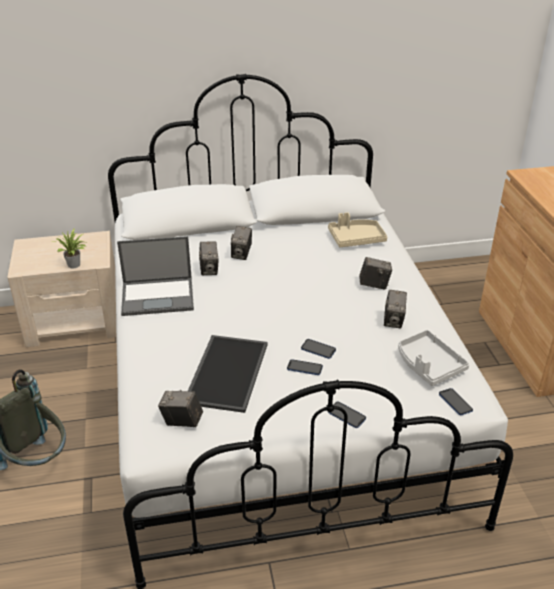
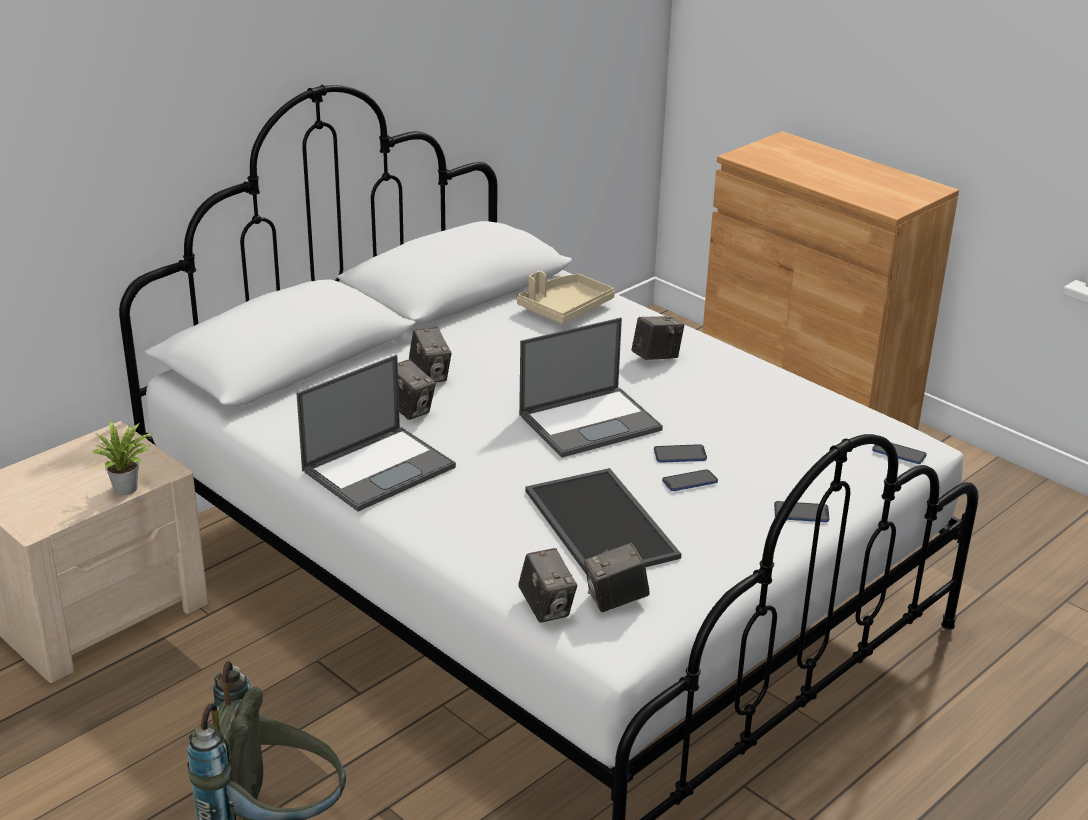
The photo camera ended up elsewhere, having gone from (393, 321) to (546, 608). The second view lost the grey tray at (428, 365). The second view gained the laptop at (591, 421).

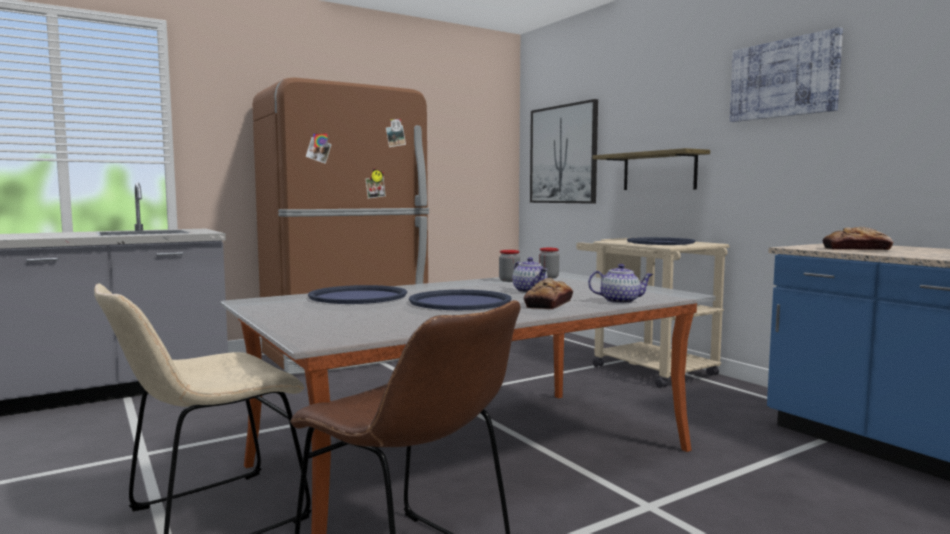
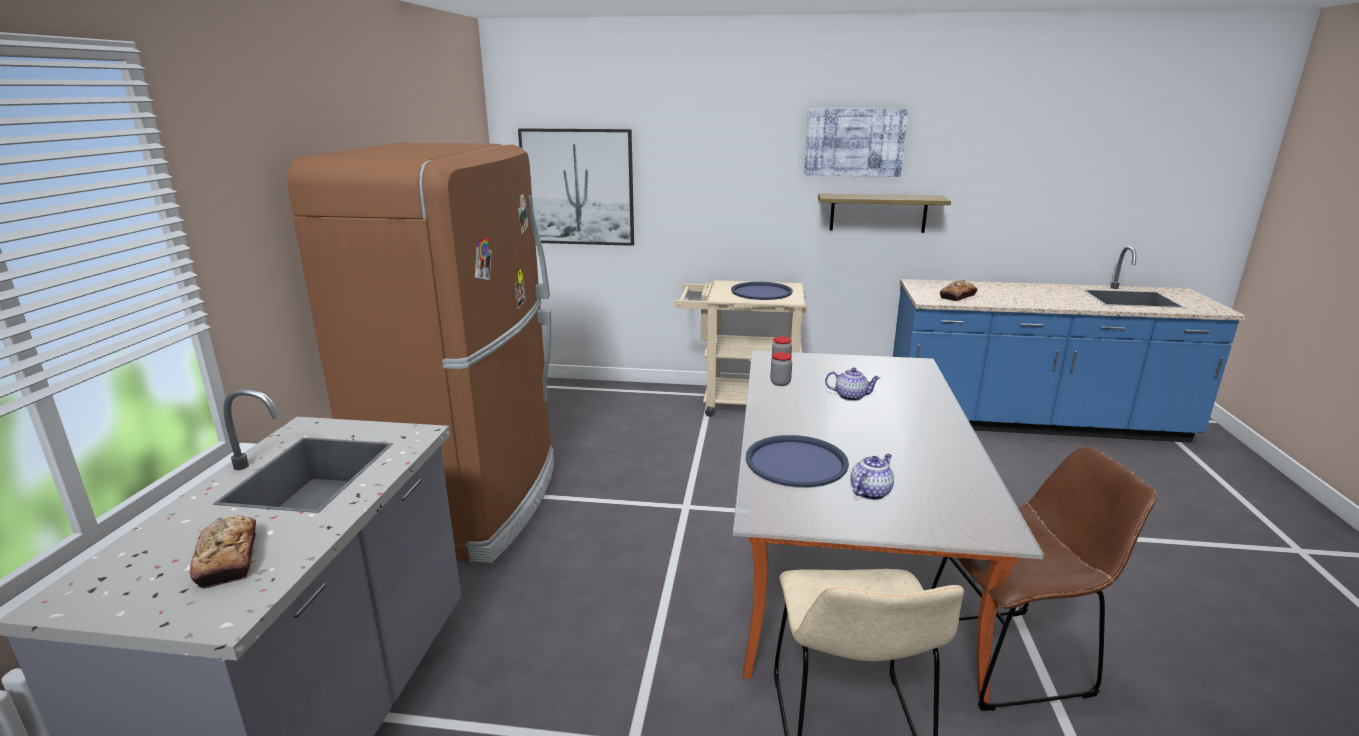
The second view lost the blue tray at (460, 302). The bread ended up elsewhere, having gone from (548, 304) to (228, 558). The teapot ended up elsewhere, having gone from (620, 301) to (870, 492). The shelf ended up elsewhere, having gone from (659, 171) to (878, 213).

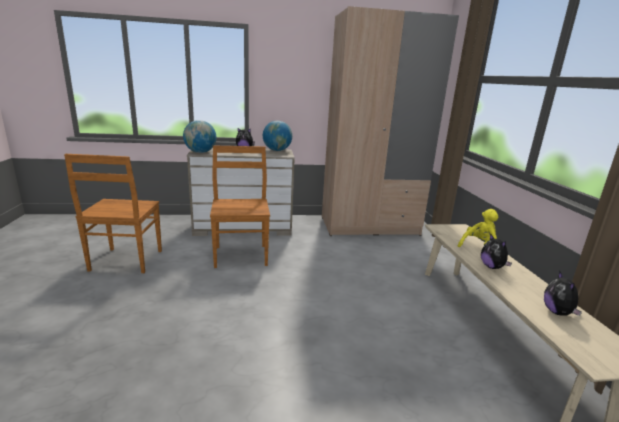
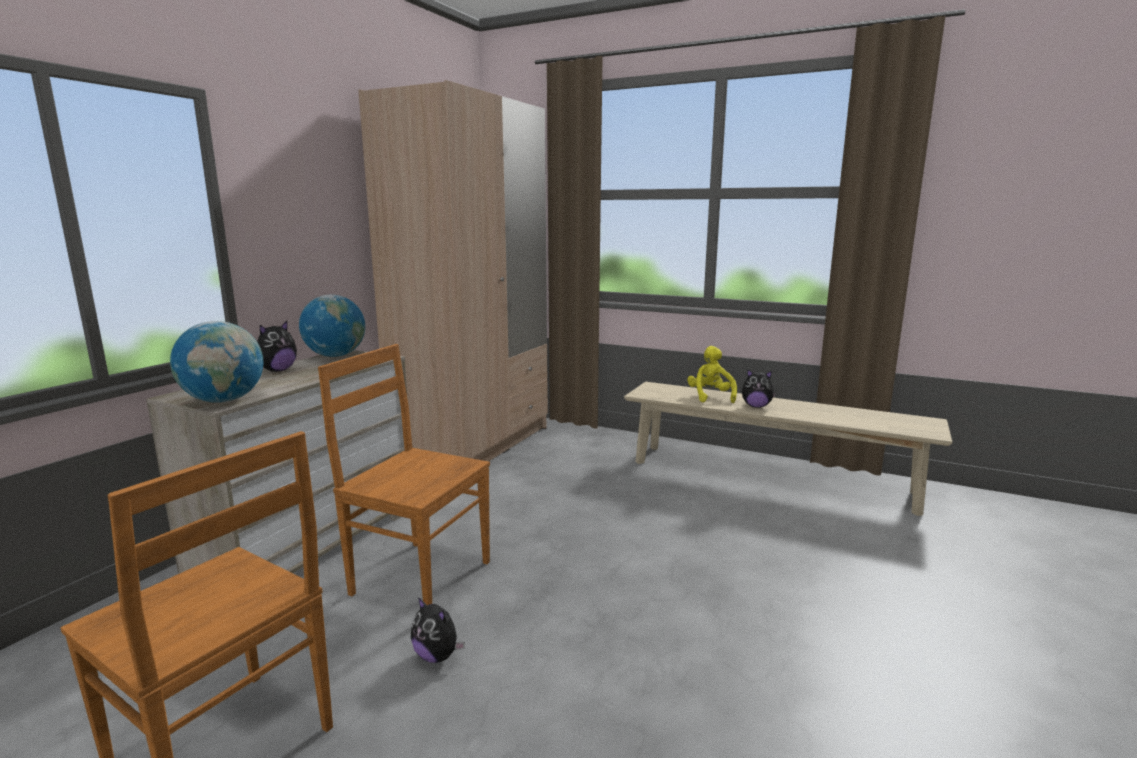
The plush toy ended up elsewhere, having gone from (558, 312) to (437, 656).

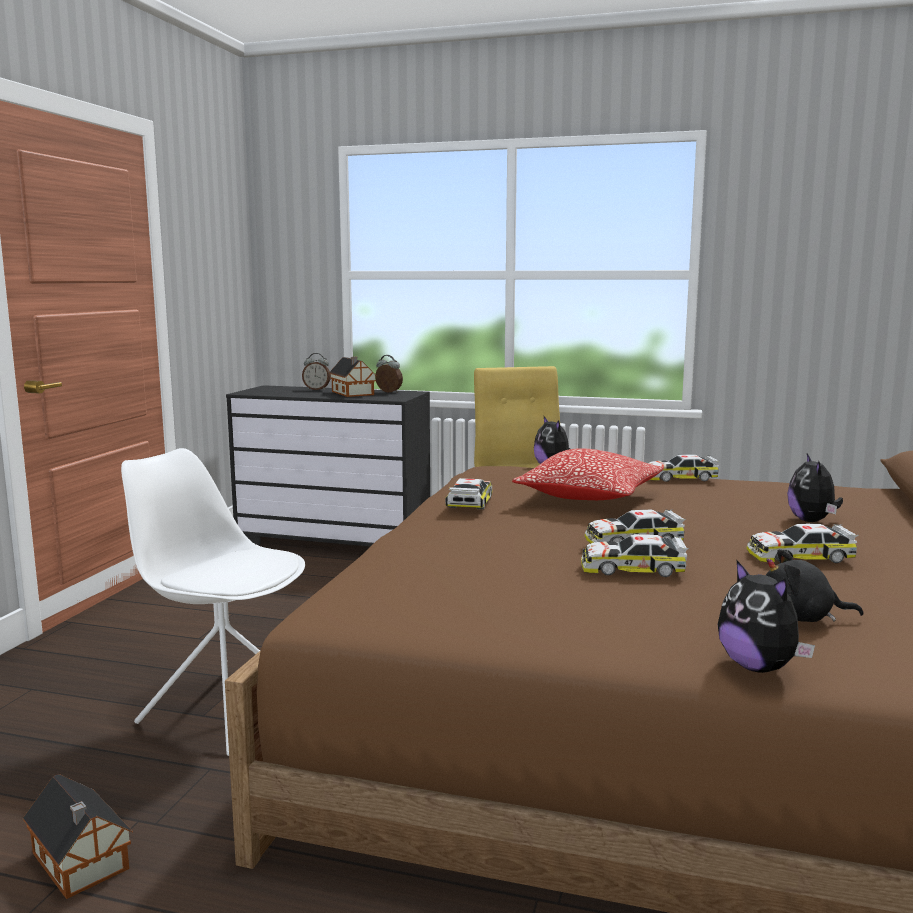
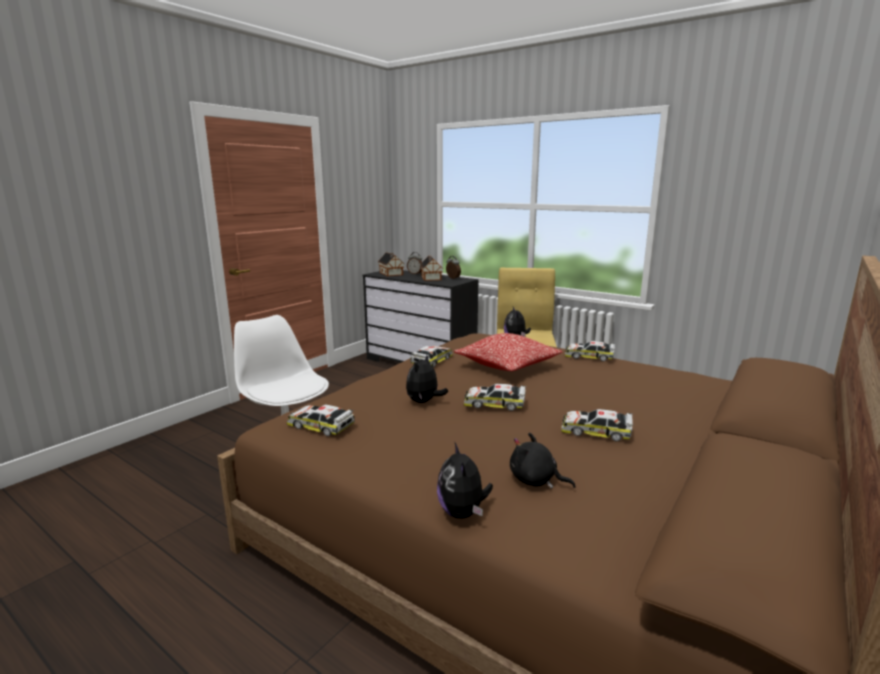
The toy house ended up elsewhere, having gone from (81, 863) to (391, 274). The toy car ended up elsewhere, having gone from (632, 568) to (320, 426). The plush toy ended up elsewhere, having gone from (812, 521) to (424, 402).

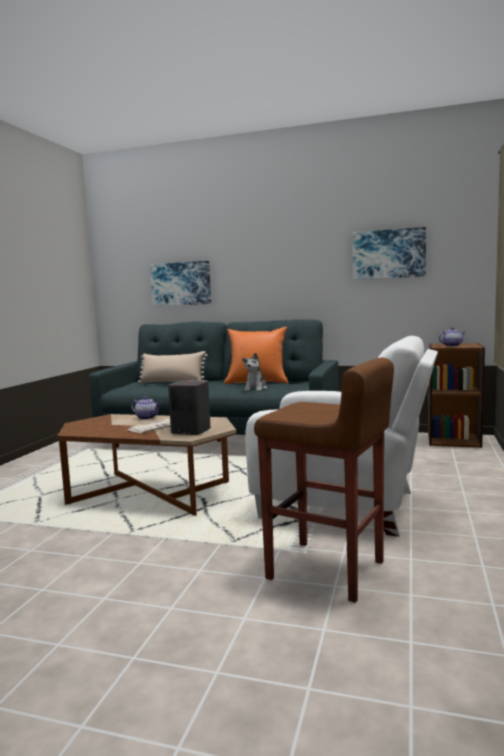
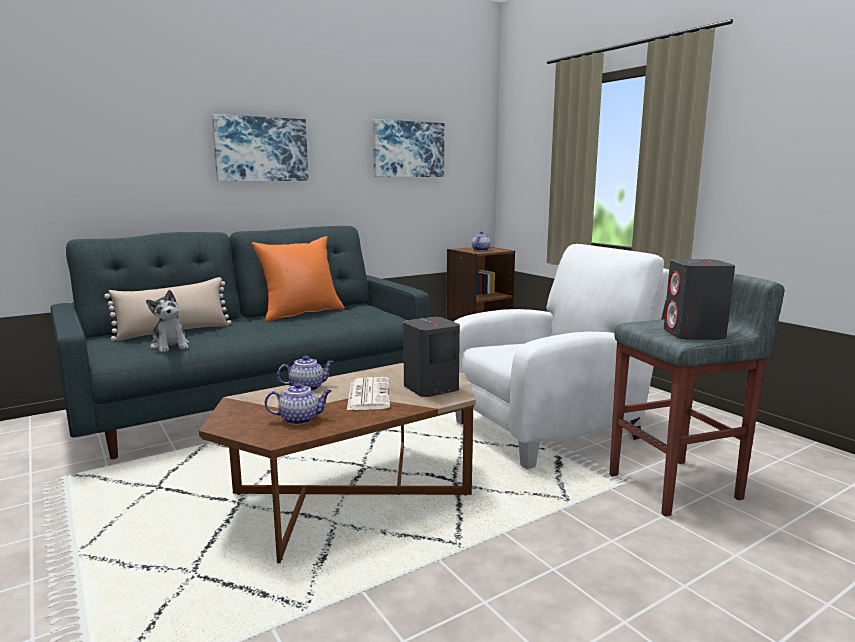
The picture ended up elsewhere, having gone from (181, 283) to (261, 149). The plush toy ended up elsewhere, having gone from (256, 389) to (170, 346). What was the brown stool at (327, 571) turned into the grey stool at (676, 487). The second view gained the teapot at (300, 419). The second view gained the grey speaker at (694, 334).

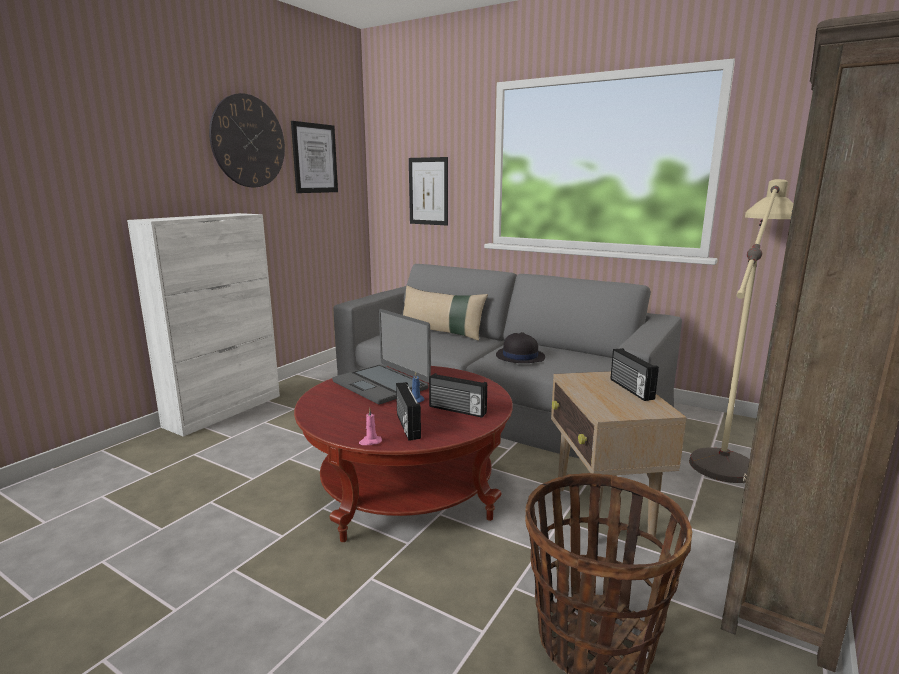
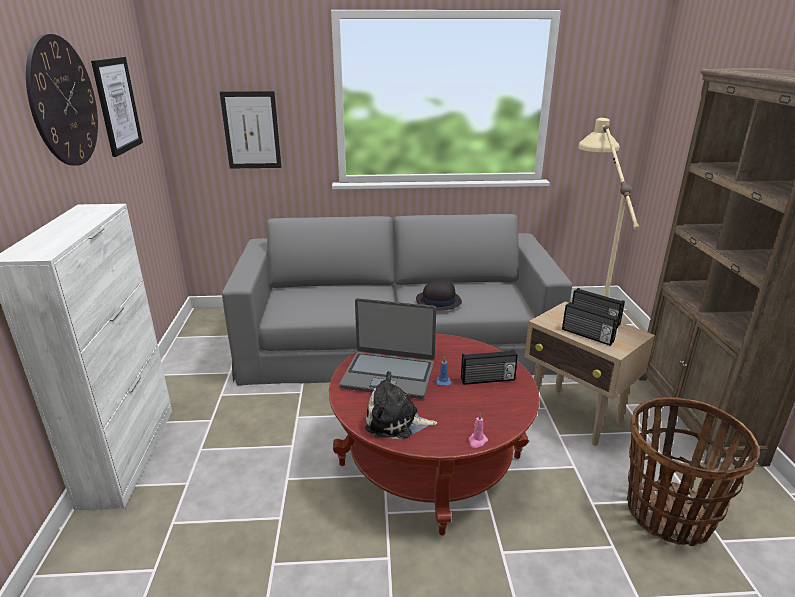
The radio ended up elsewhere, having gone from (407, 426) to (587, 336). The second view lost the beige pillow at (442, 332). The second view gained the plush toy at (396, 422).

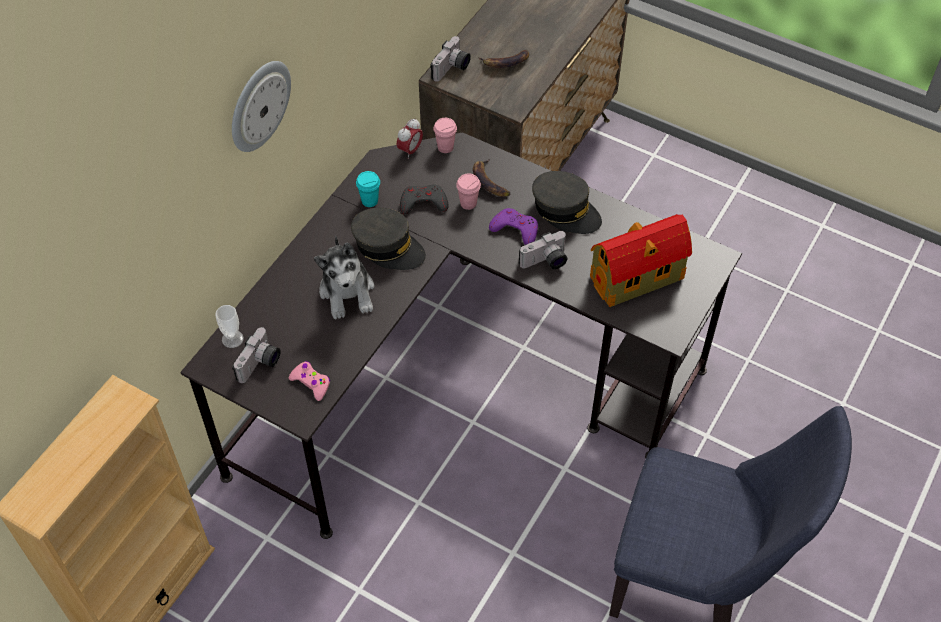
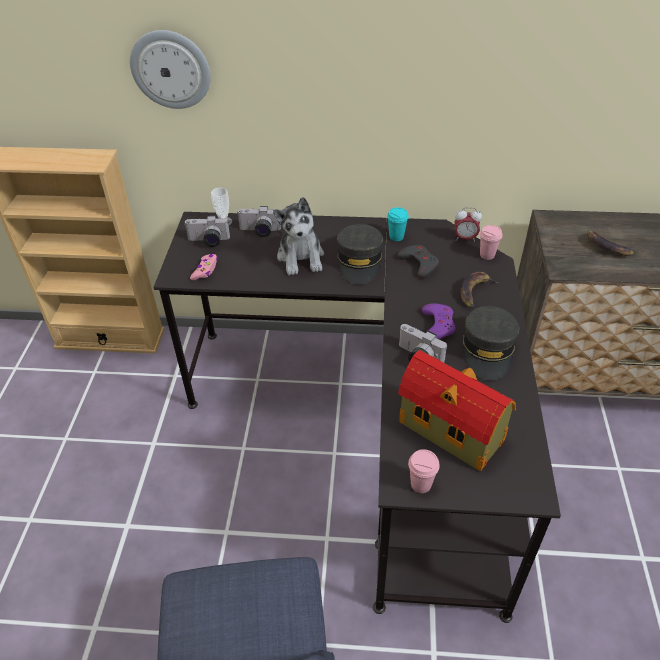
The wall clock ended up elsewhere, having gone from (258, 105) to (171, 69). The plush toy at (347, 291) ended up facing another way, 60 degrees counterclockwise from before. The photo camera ended up elsewhere, having gone from (452, 69) to (259, 231). The pink cup ended up elsewhere, having gone from (468, 203) to (421, 484).

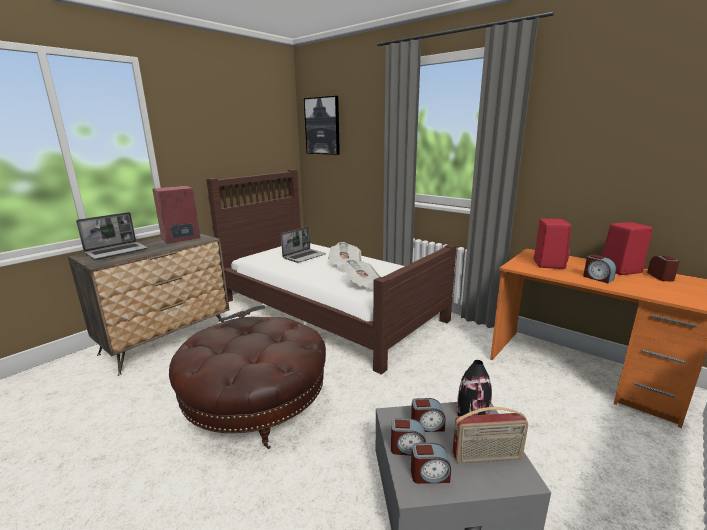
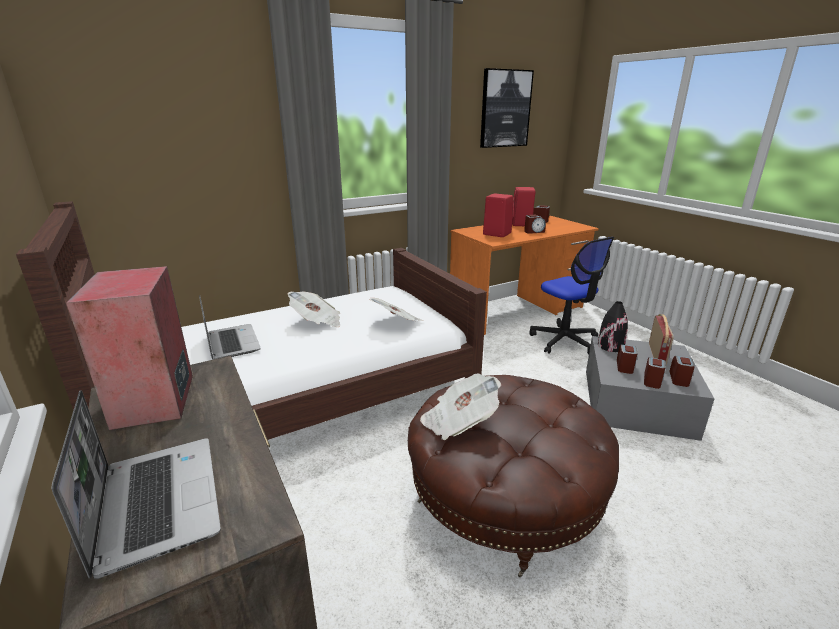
The picture ended up elsewhere, having gone from (322, 126) to (505, 109). The second view gained the office chair at (565, 341).

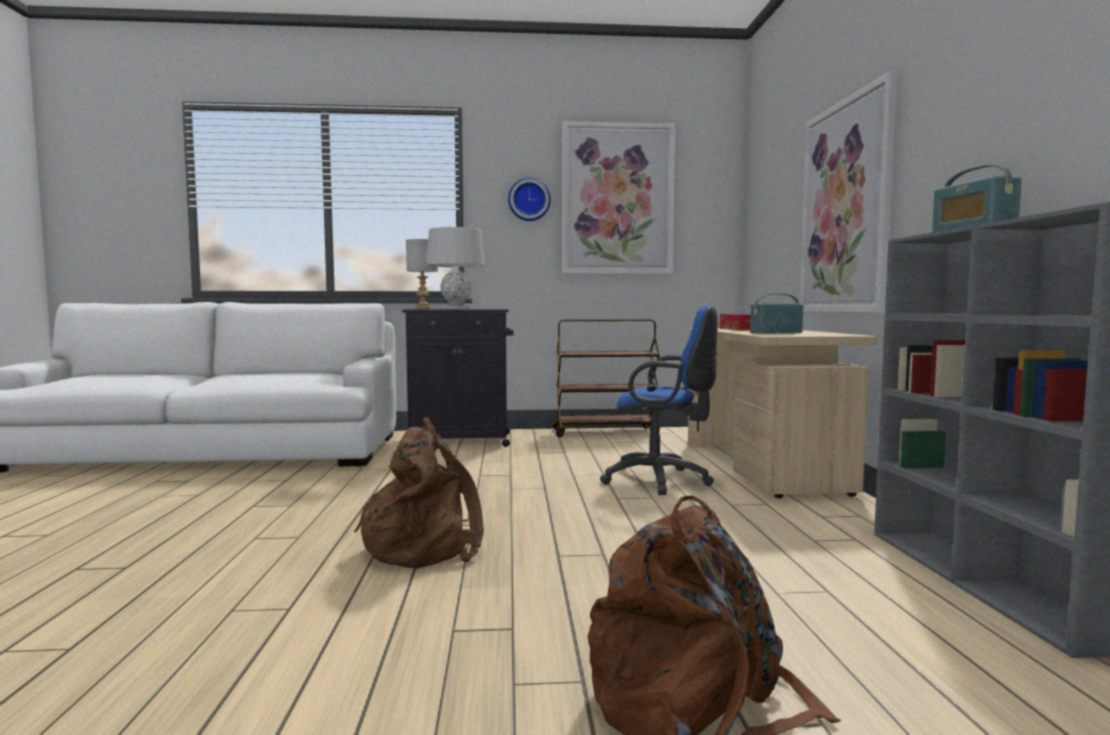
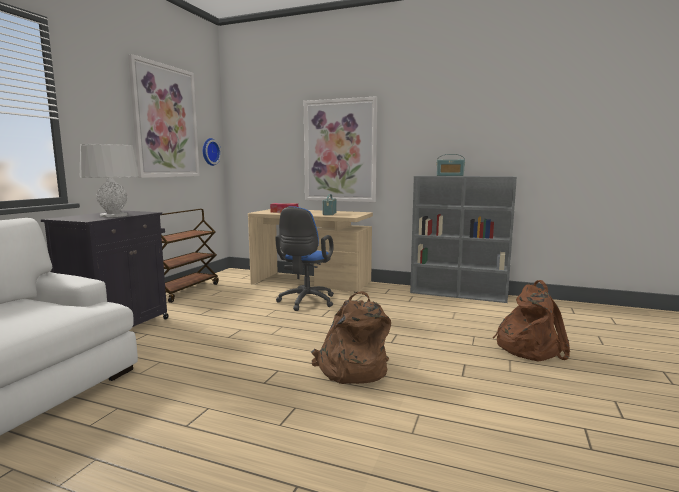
The second view lost the grey table lamp at (423, 308). The wall clock ended up elsewhere, having gone from (529, 200) to (209, 152). The blue office chair at (662, 480) ended up facing another way, 150 degrees clockwise from before.

